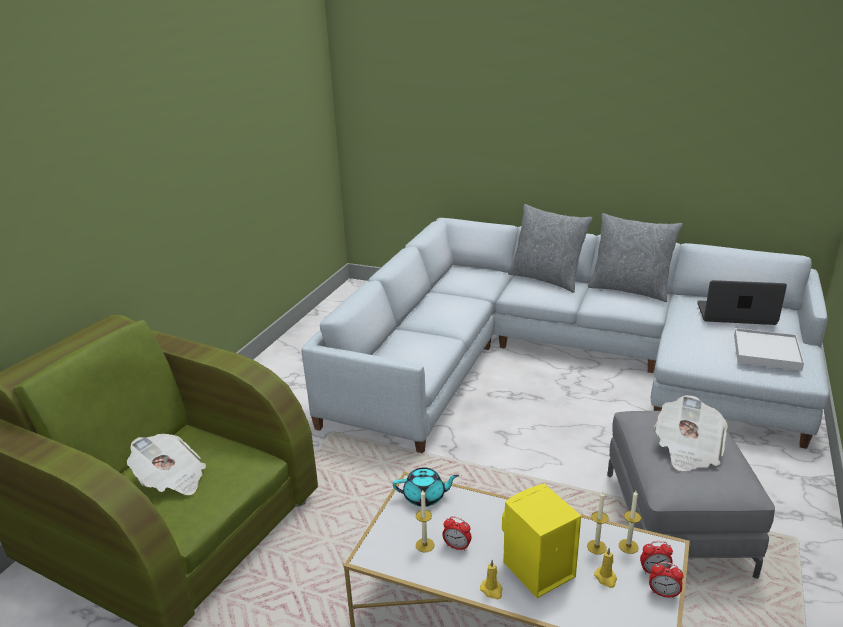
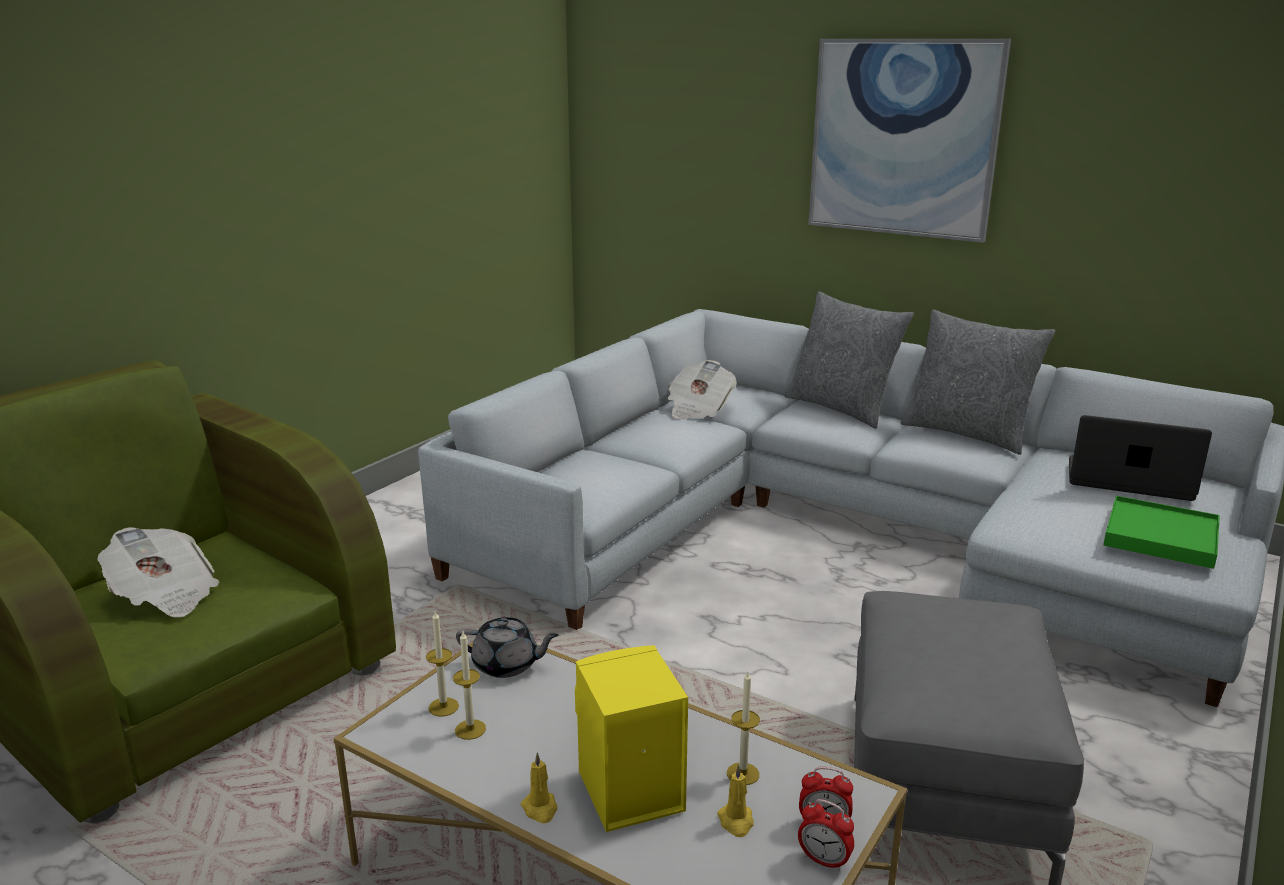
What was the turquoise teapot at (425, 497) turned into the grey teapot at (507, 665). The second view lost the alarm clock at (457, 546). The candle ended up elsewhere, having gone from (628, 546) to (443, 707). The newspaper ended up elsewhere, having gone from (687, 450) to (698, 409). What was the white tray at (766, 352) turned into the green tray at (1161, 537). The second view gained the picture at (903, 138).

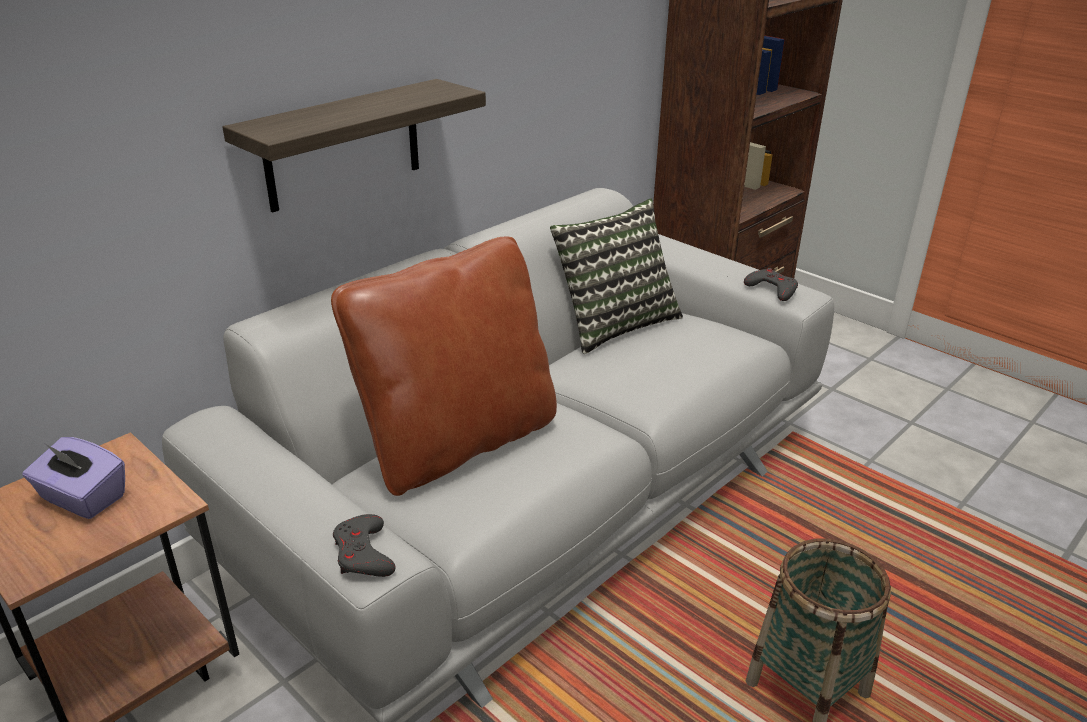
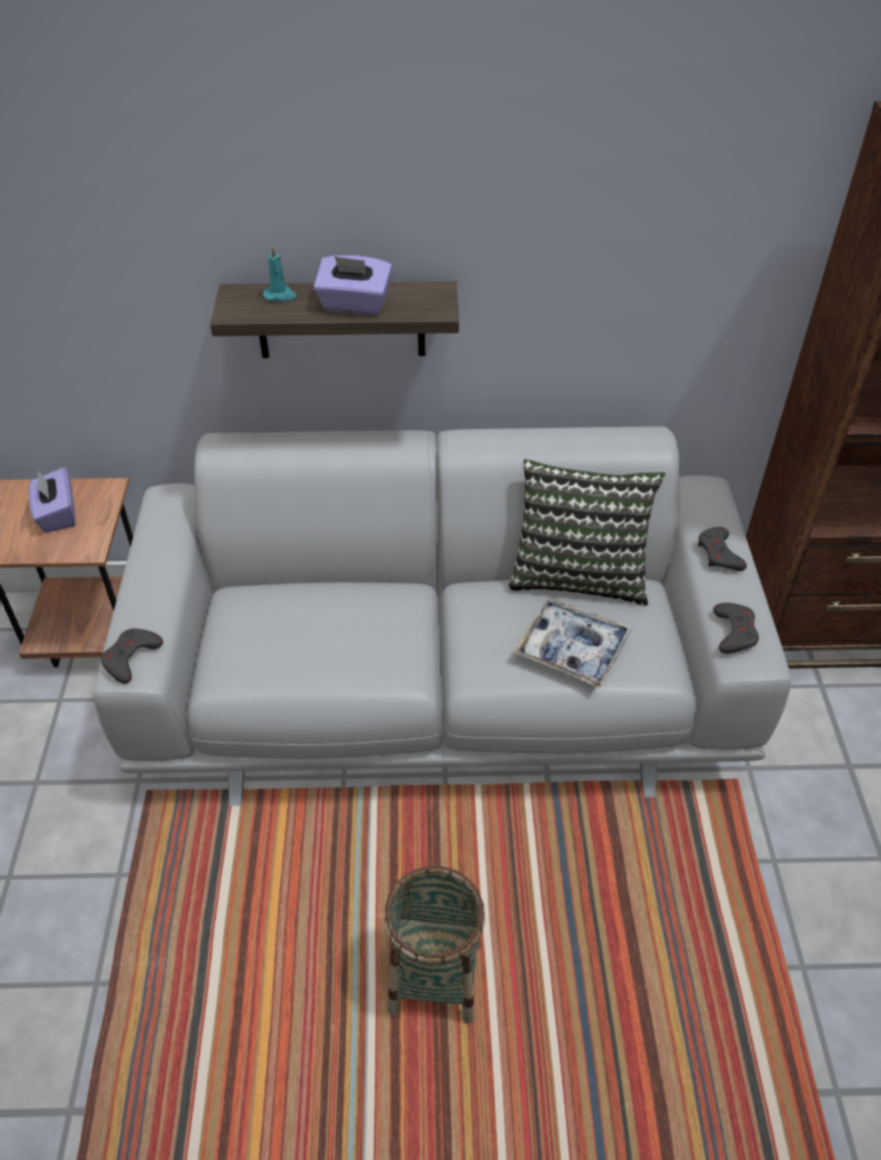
The second view lost the brown pillow at (458, 443). The second view gained the turquoise candle at (280, 295). The second view gained the purple tissue box at (354, 305). The second view gained the tray at (572, 649). The second view gained the grey game controller at (719, 554).

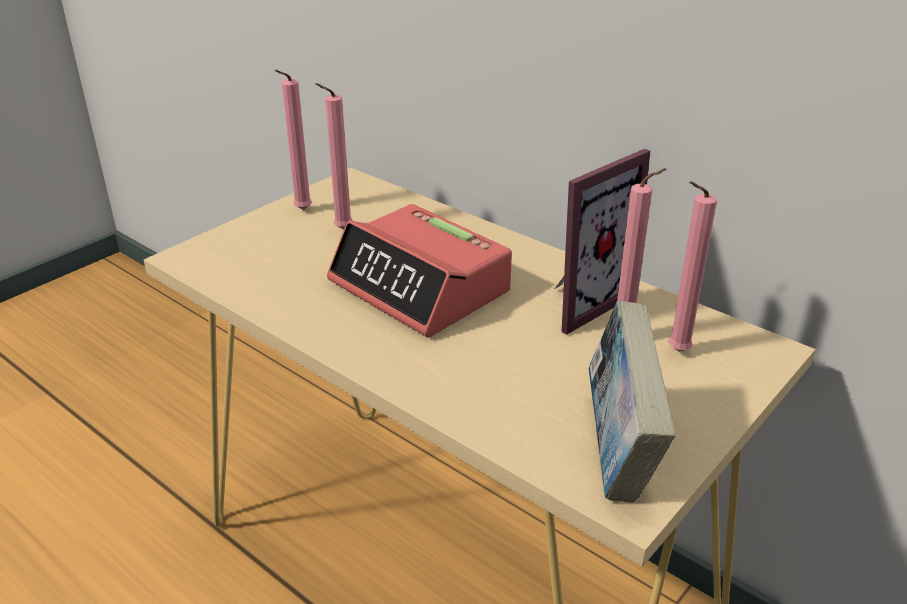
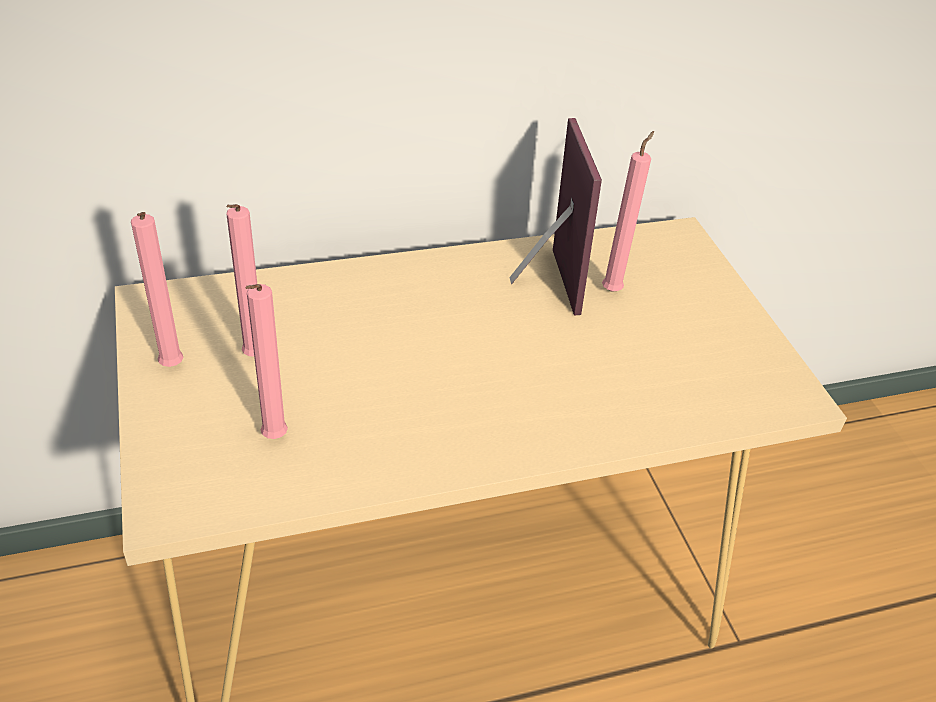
The second view lost the alarm clock at (420, 287). The second view lost the book at (618, 451). The pink candle ended up elsewhere, having gone from (675, 352) to (272, 439).

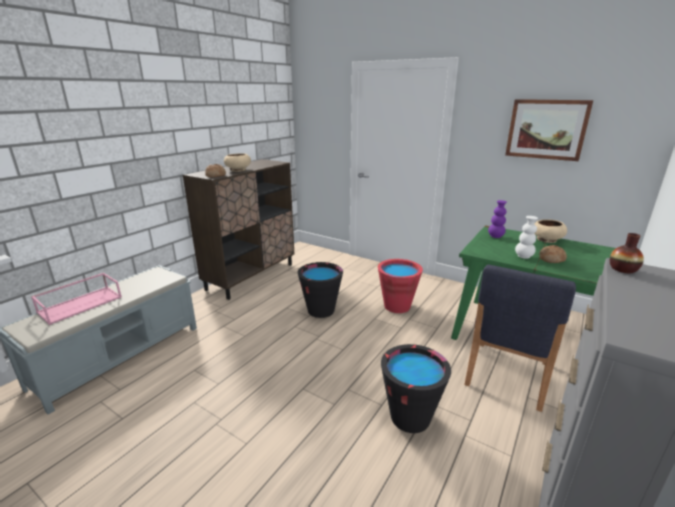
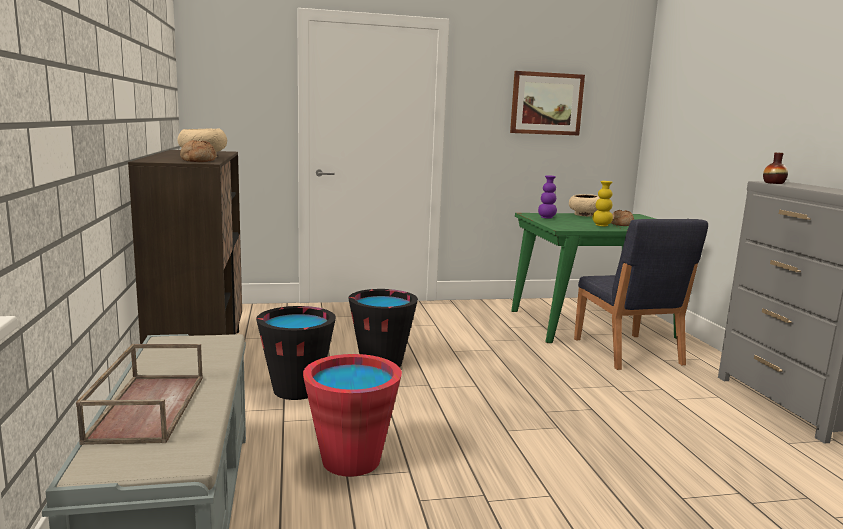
What was the pink tray at (81, 304) turned into the brown tray at (147, 406). The red bucket ended up elsewhere, having gone from (397, 306) to (351, 460). The black bucket ended up elsewhere, having gone from (410, 417) to (297, 389). What was the white vase at (523, 256) turned into the yellow vase at (601, 225).

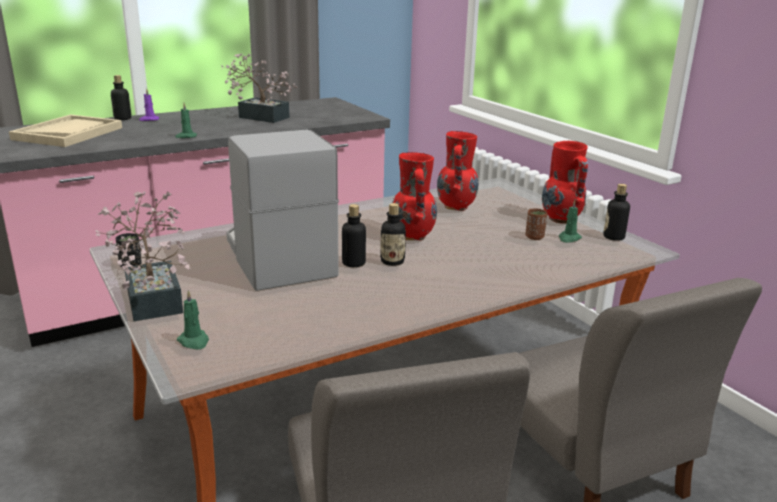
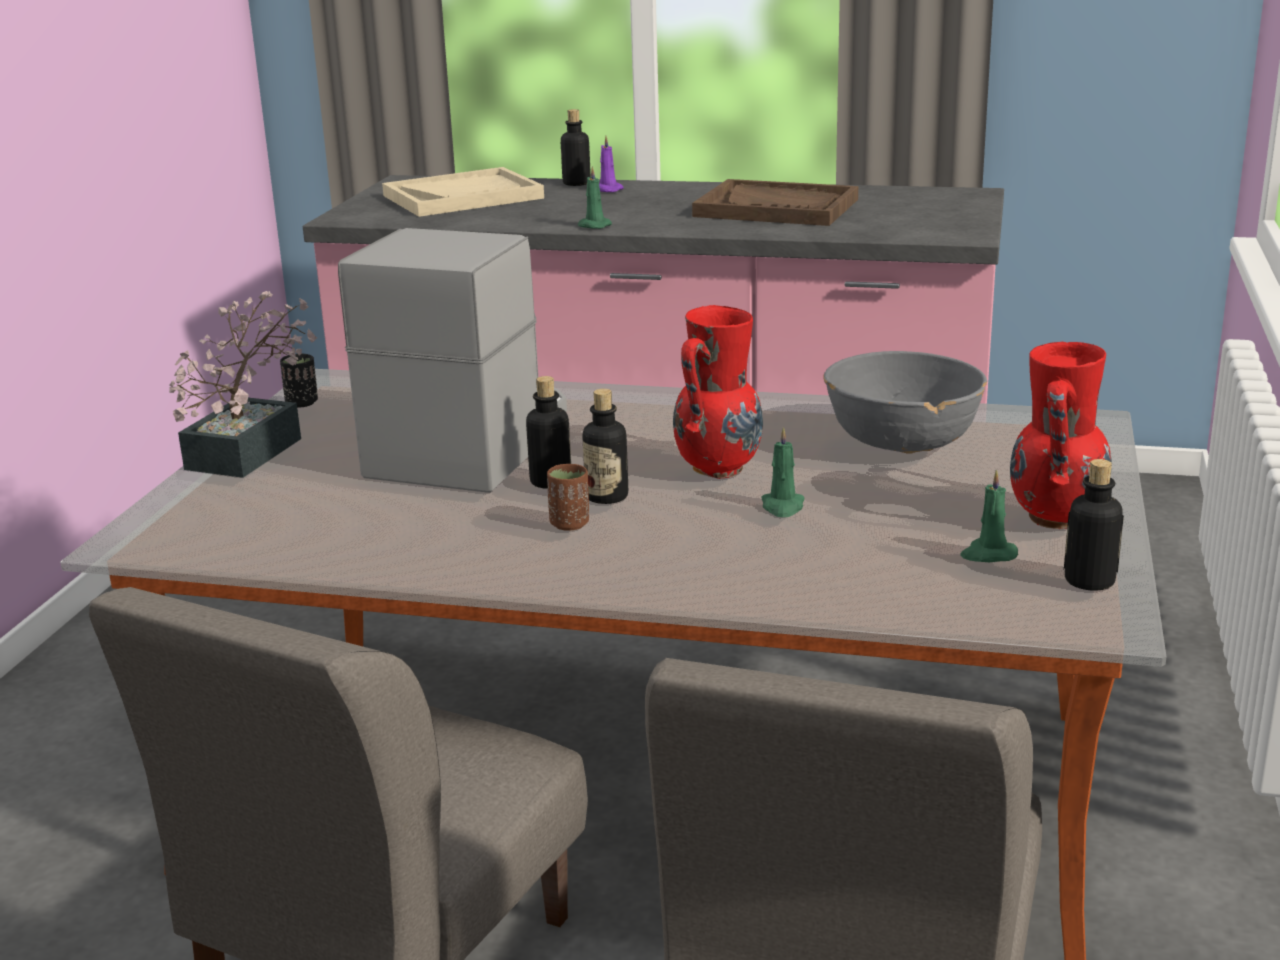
The green candle ended up elsewhere, having gone from (194, 341) to (782, 507). Where the potted plant stood at (259, 116), the brown tray came to stand at (777, 208). Where the red vase stood at (456, 207), the grey bowl came to stand at (902, 443). The brown cup ended up elsewhere, having gone from (534, 237) to (569, 524).

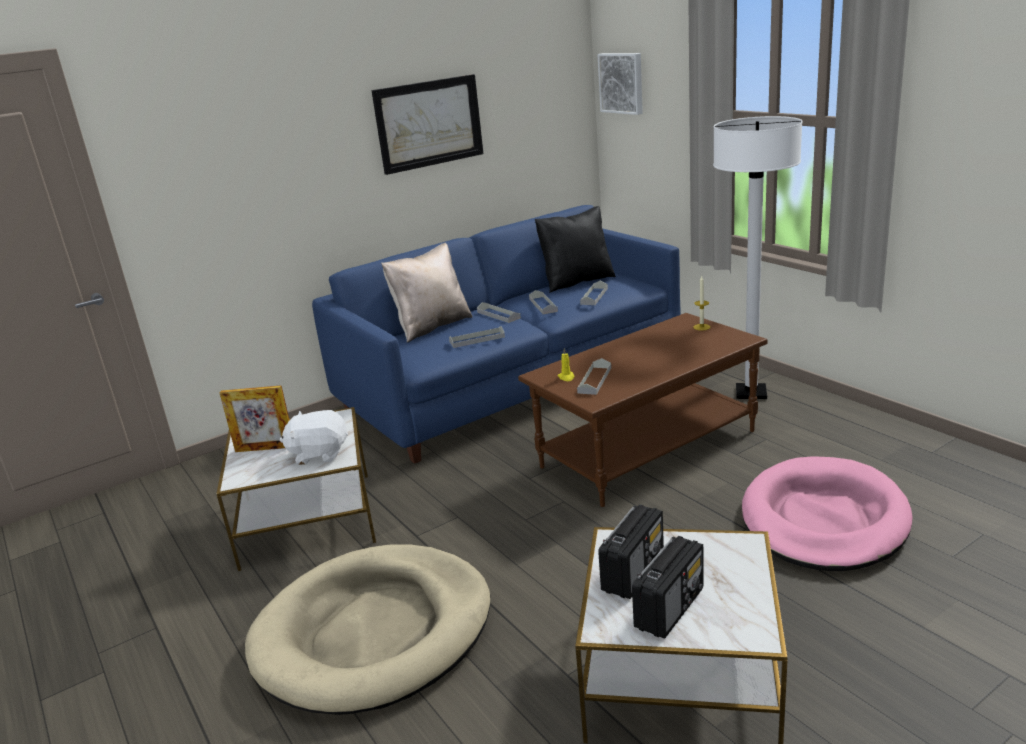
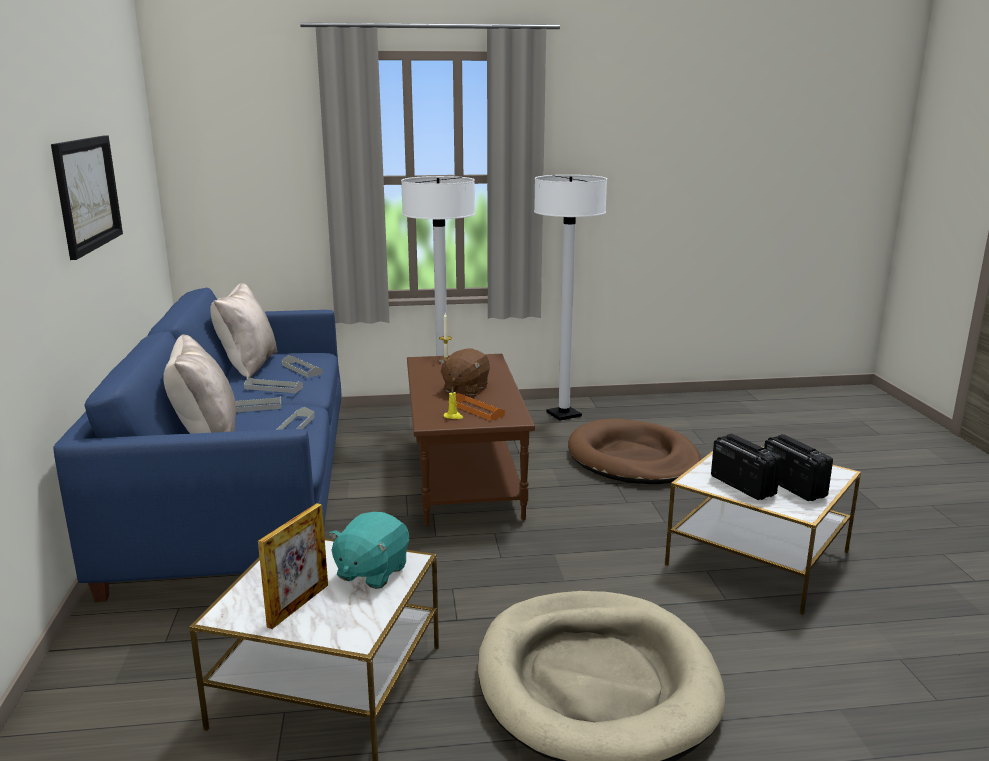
What was the white plush toy at (319, 454) turned into the turquoise plush toy at (371, 572). What was the black pillow at (576, 281) turned into the beige pillow at (248, 366). What was the grey tray at (594, 380) turned into the orange tray at (477, 410). The second view lost the picture at (622, 83). What was the pink dog bed at (823, 520) turned into the brown dog bed at (632, 458). The second view gained the brown plush toy at (465, 388). The second view gained the white floor lamp at (563, 414).

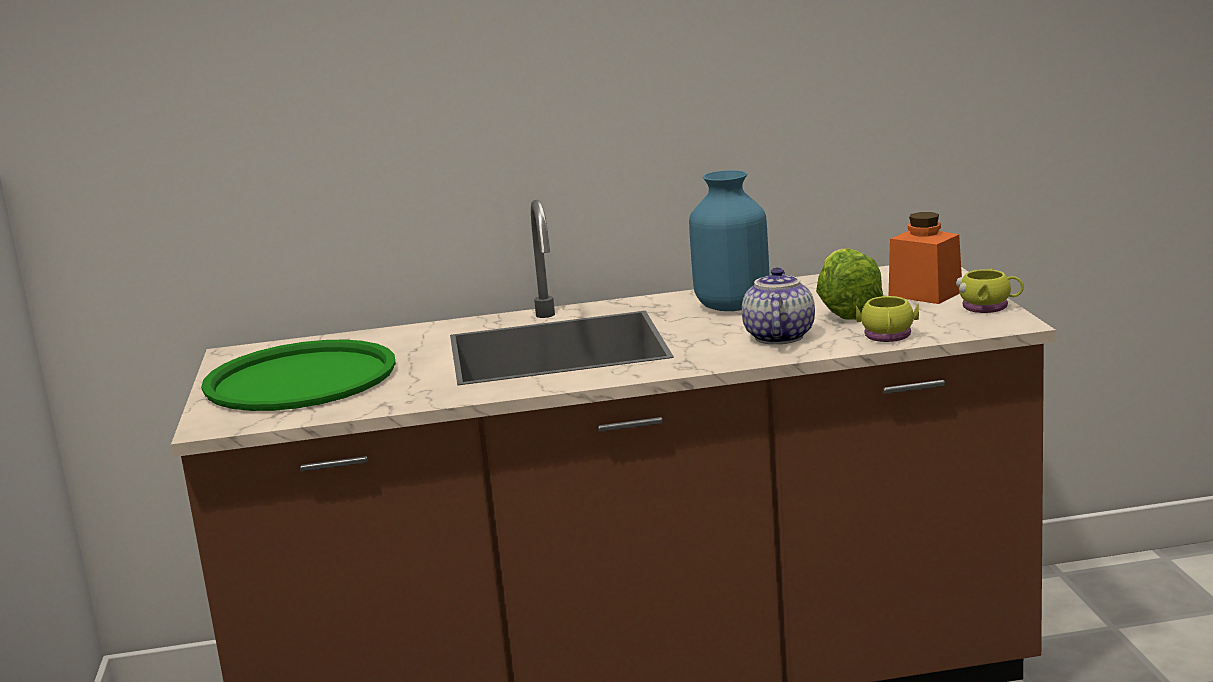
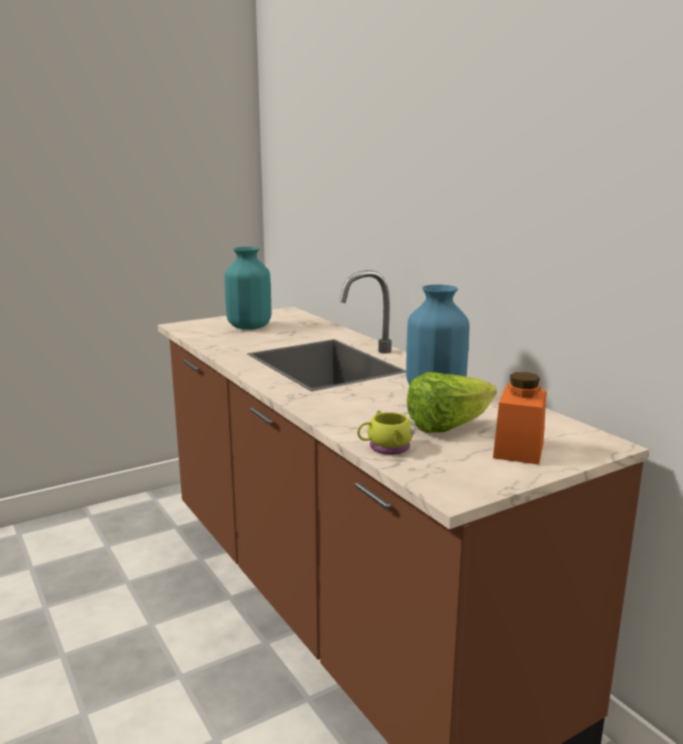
Where the green tray stood at (300, 379), the turquoise vase came to stand at (250, 326). The second view lost the teapot at (777, 337). The second view lost the yellow mug at (989, 307).

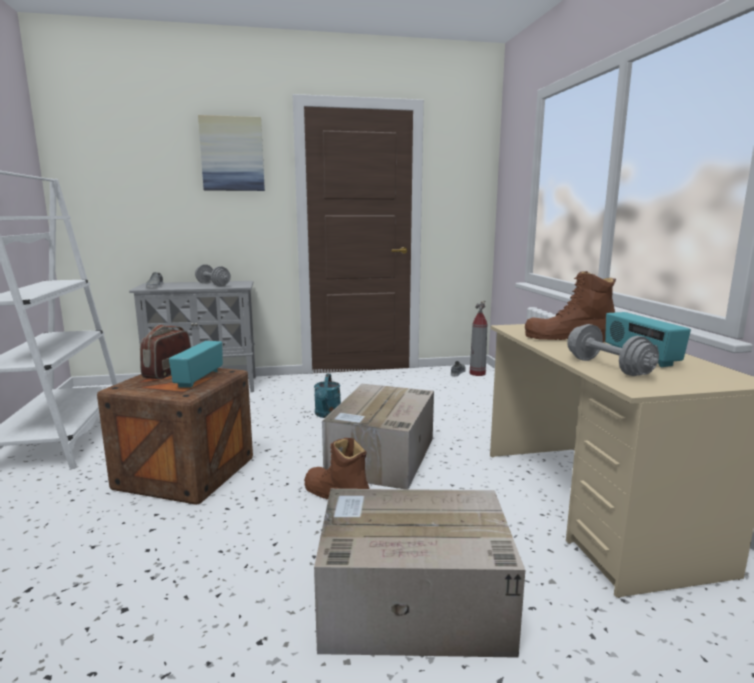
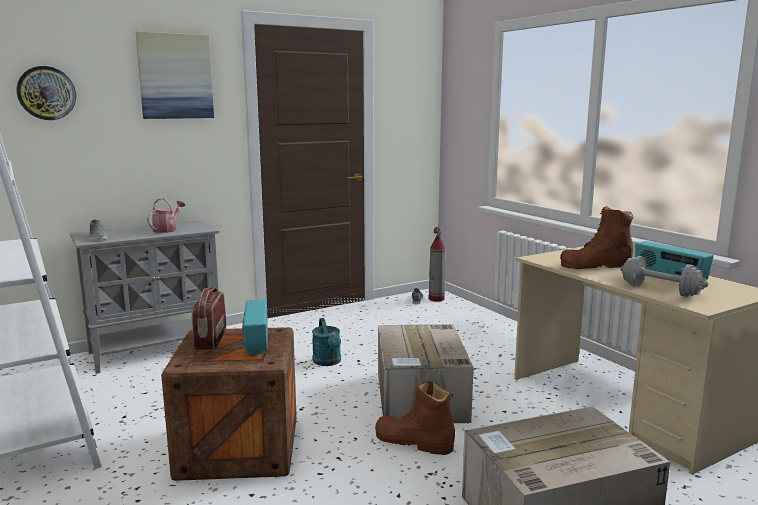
Where the grey dumbbell stood at (213, 284), the watering can came to stand at (167, 229). The second view gained the wall clock at (46, 93).

